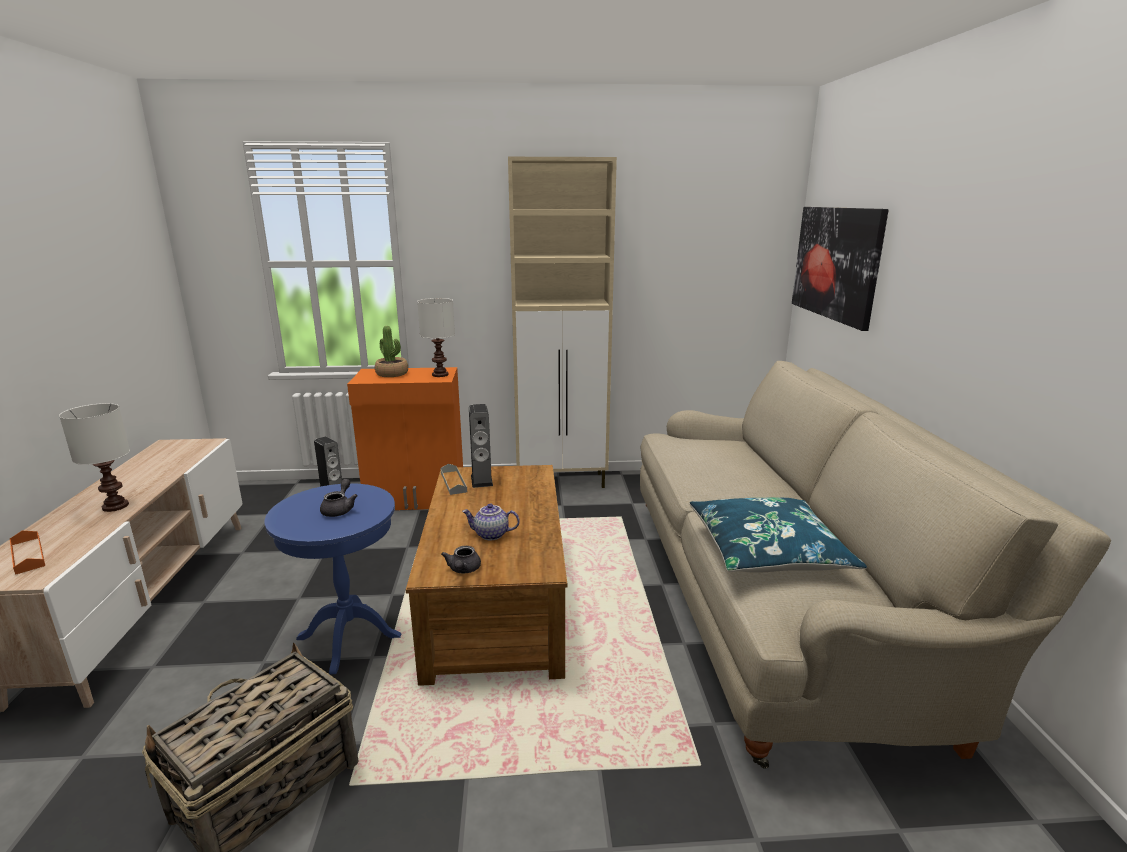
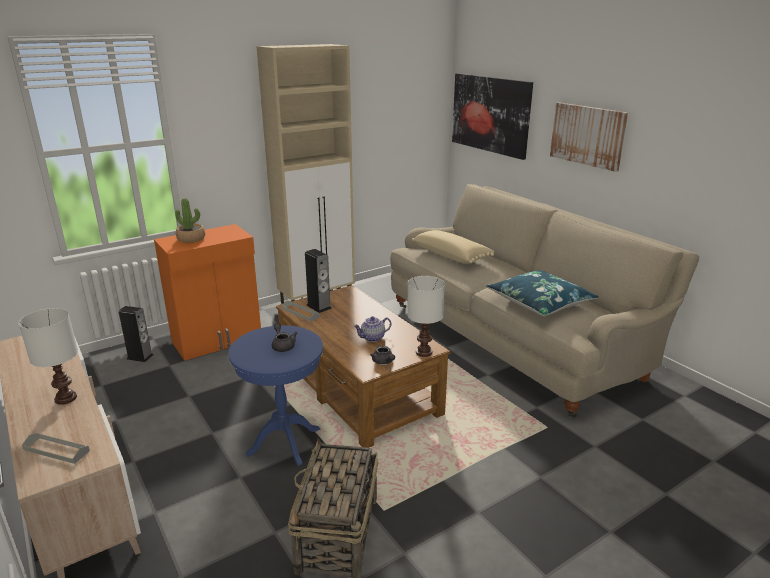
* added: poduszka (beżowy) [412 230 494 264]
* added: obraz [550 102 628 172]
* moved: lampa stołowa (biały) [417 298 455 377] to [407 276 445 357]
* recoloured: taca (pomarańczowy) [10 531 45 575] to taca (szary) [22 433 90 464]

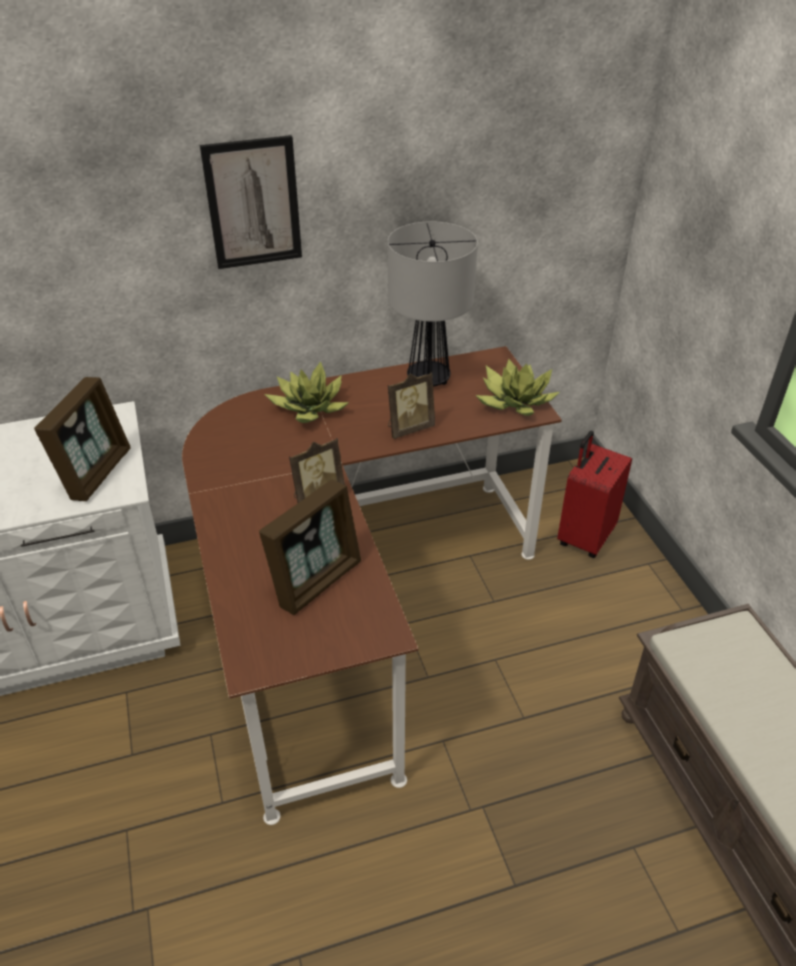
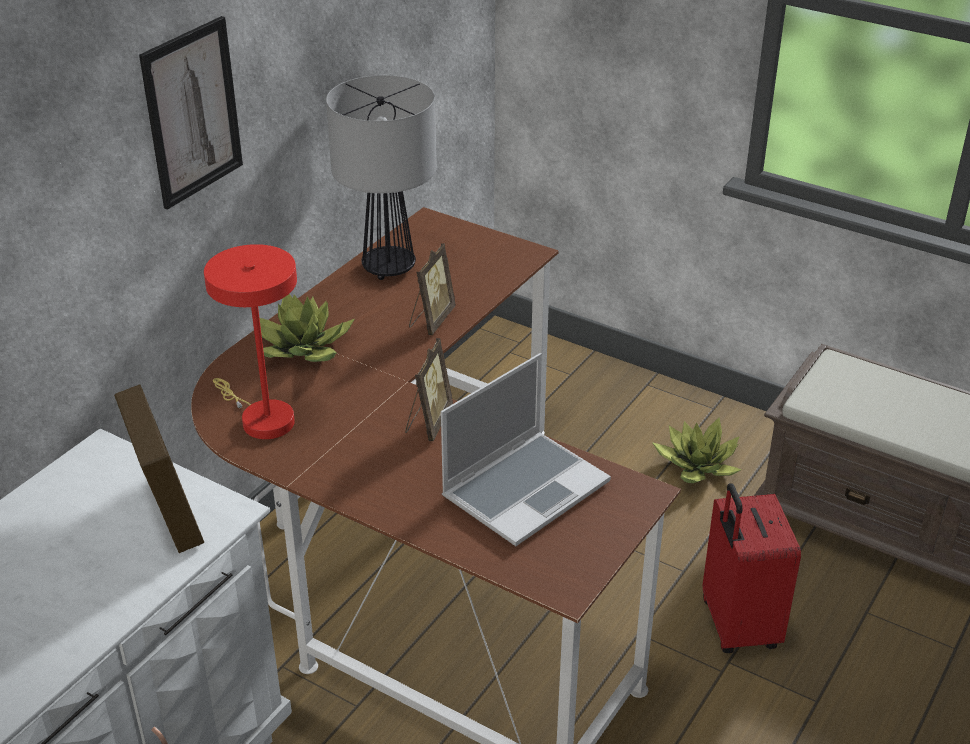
* added: lampa stołowa (czerwony) [204 244 297 439]
* moved: roślina doniczkowa [475 359 560 416] to [652 417 742 483]
* moved: walizka (czerwony) [557 431 632 558] to [702 483 801 653]
* replaced: ramka na zdjęcie [259 480 361 615] to laptop [441 353 611 546]

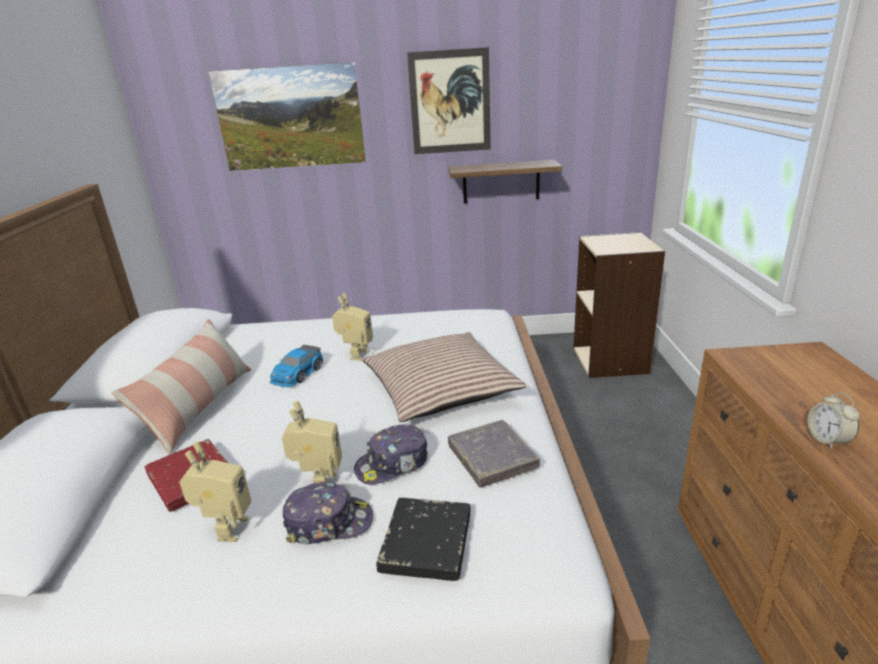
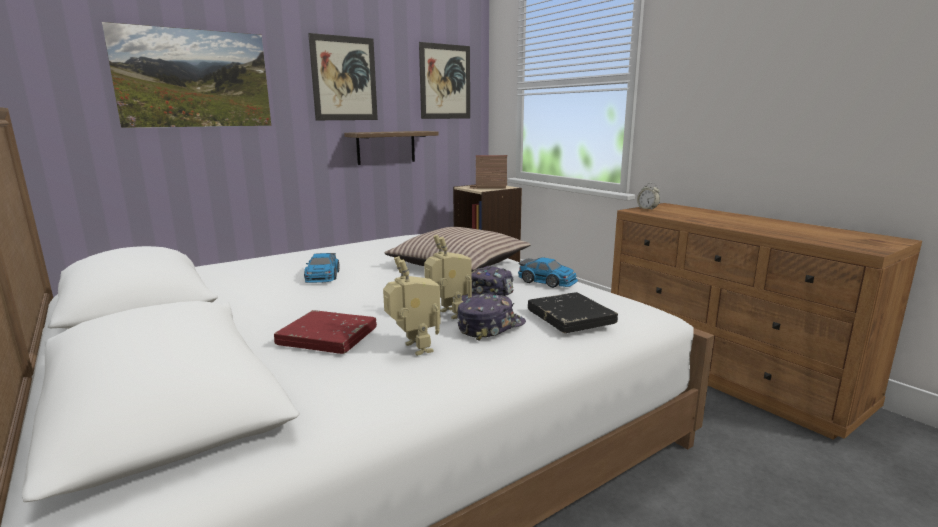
* removed: poduszka [111 319 251 455]
* removed: robot zabawkowy [332 293 373 361]
* added: obraz [419 42 470 119]
* added: domek [470 155 507 189]
* moved: budzik [808 392 860 450] to [637 183 660 210]
* replaced: książka (szary) [448 420 540 488] to samochodzik [518 257 578 288]

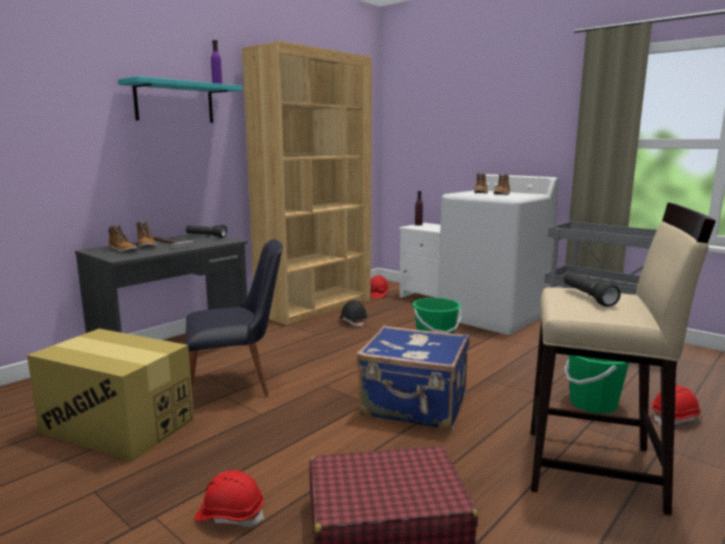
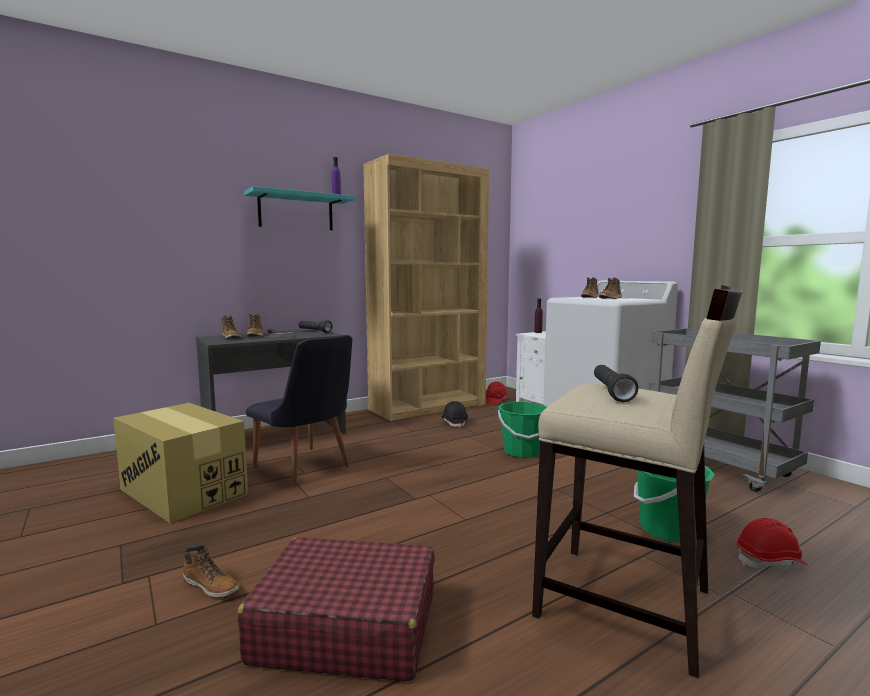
* removed: walizka (niebieski) [356 325 469 430]
* replaced: kask (czerwony) [194 470 264 527] to but z cholewką [183 545 239 598]
* turned: krzesło (czarny) [186 239 283 397] = [246 335 352 486] 45 degrees clockwise

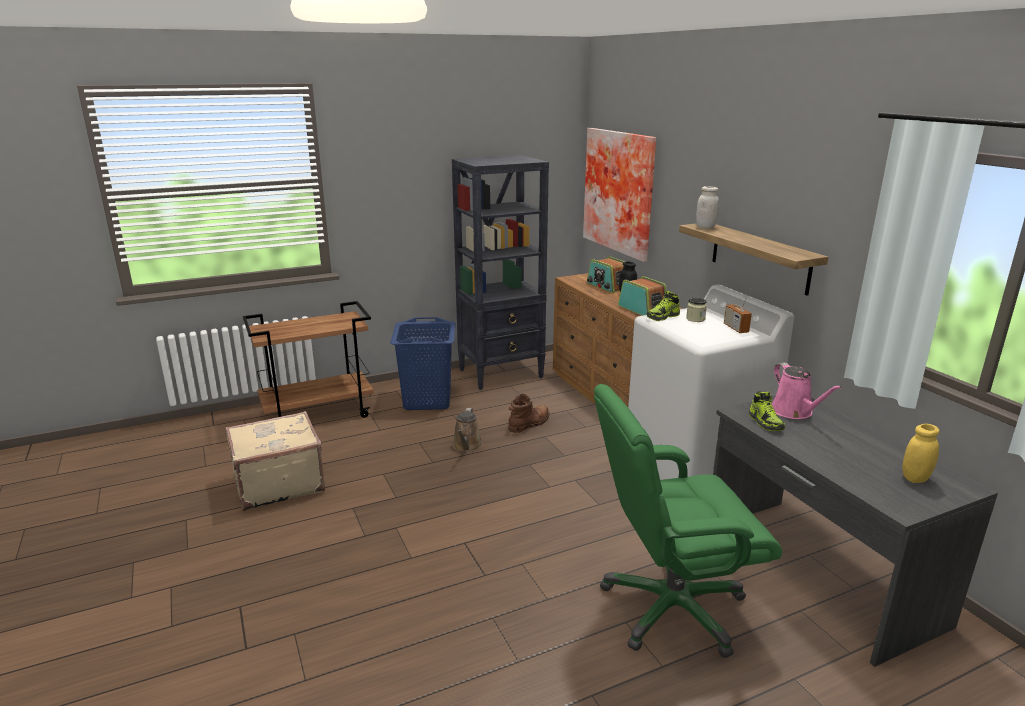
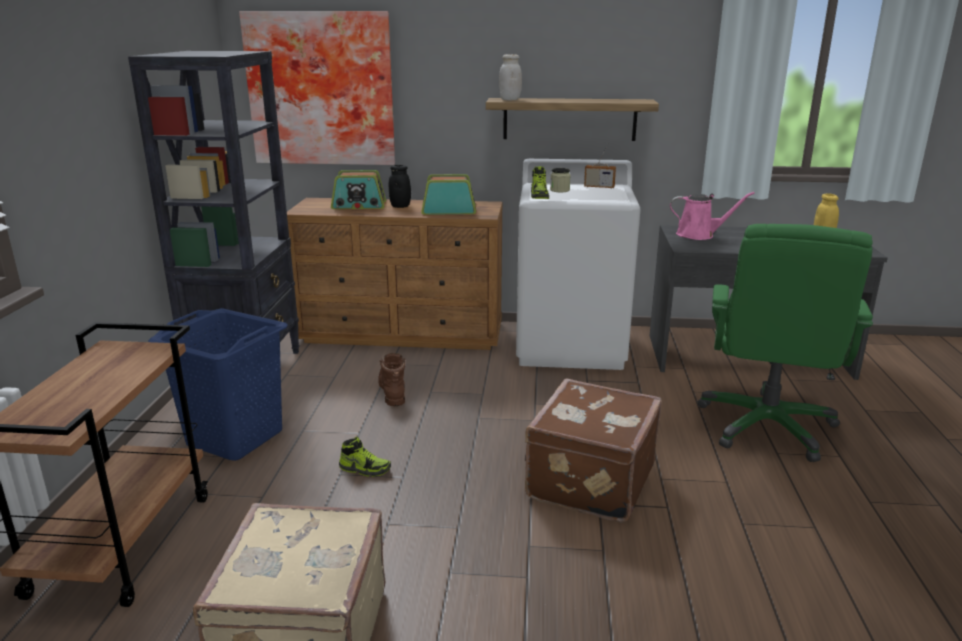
* removed: konewka (brązowy) [452 408 483 452]
* added: walizka (brązowy) [525 379 662 522]
* moved: but [749 391 785 431] to [339 437 391 477]

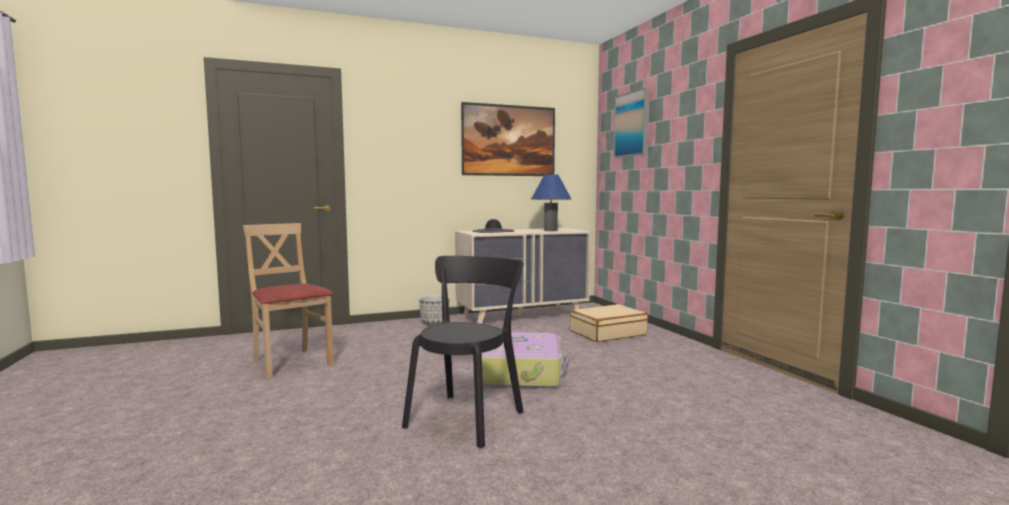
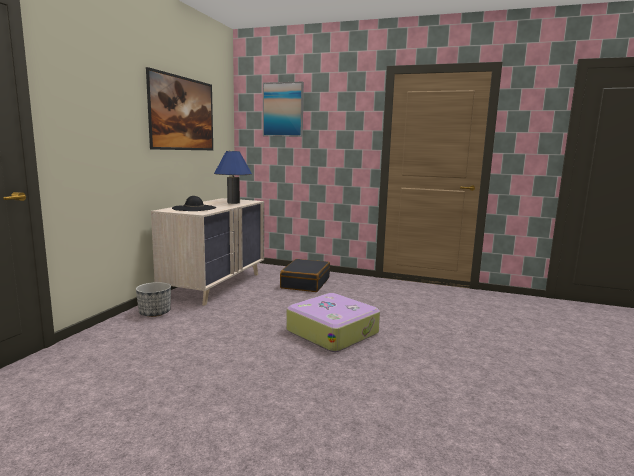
* removed: krzesło (beżowy) [243 223 333 379]
* removed: krzesło (czarny) [402 256 523 448]
* recoloured: walizka (beżowy) [570 304 648 342] to walizka (czarny) [280 259 330 292]

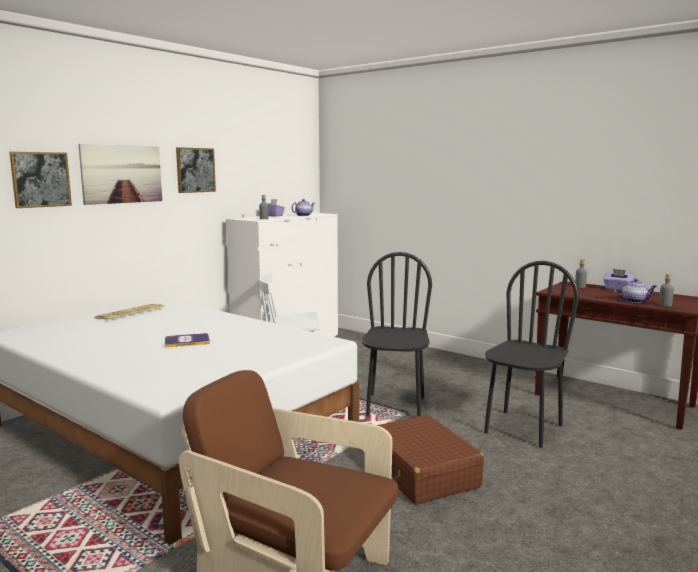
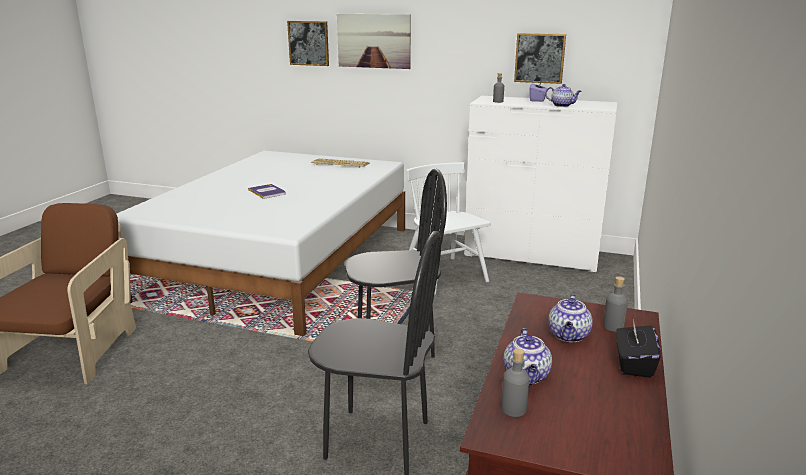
* removed: walizka (brązowy) [377 415 484 505]
* added: imbryk [548 294 593 342]
* moved: obraz [176 147 216 193] to [514 33 566 84]
* recoloured: pudełko chusteczek (fioletowy) [603 269 635 291] to pudełko chusteczek (czarny) [616 319 660 378]

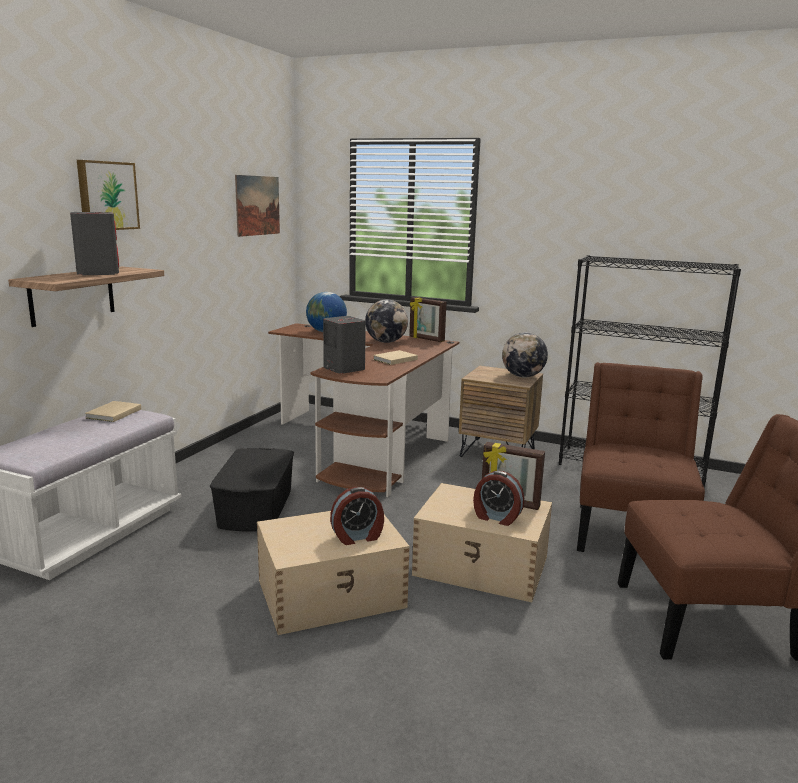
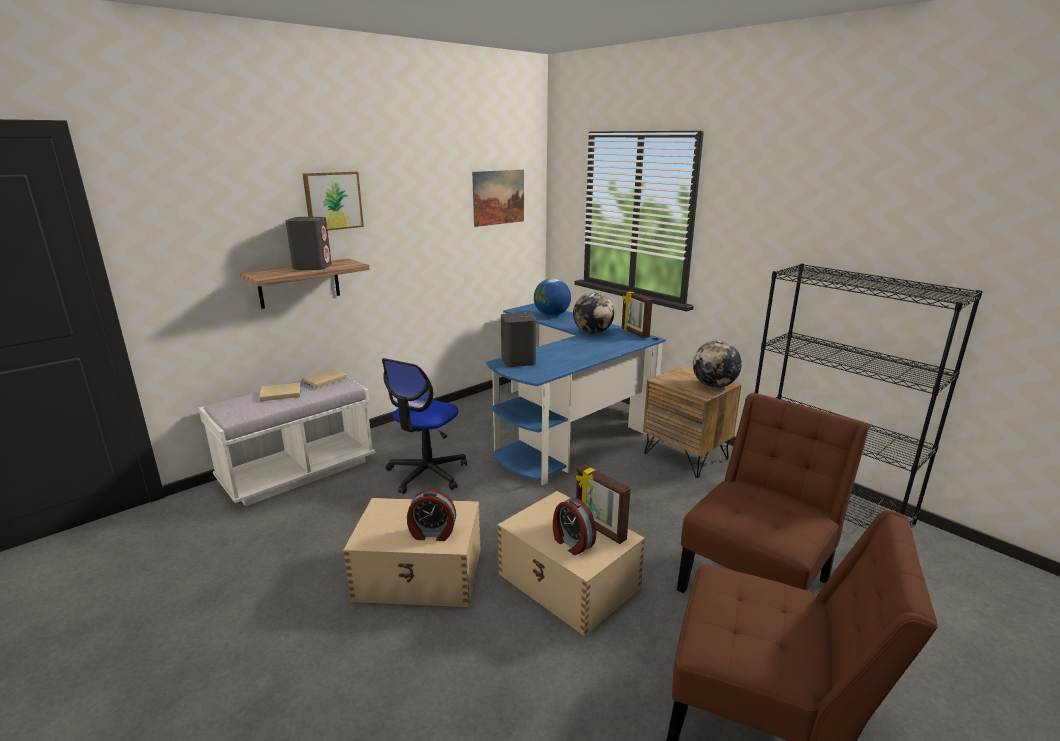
* moved: książka (beżowy) [373 350 418 365] to [259 382 301 401]
* replaced: pojemnik do przechowywania (czarny) [210 448 294 532] to krzesło biurowe [382 358 467 494]
* recoloured: biurko (brązowy) [268 323 459 497] to biurko (niebieski) [486 303 666 485]

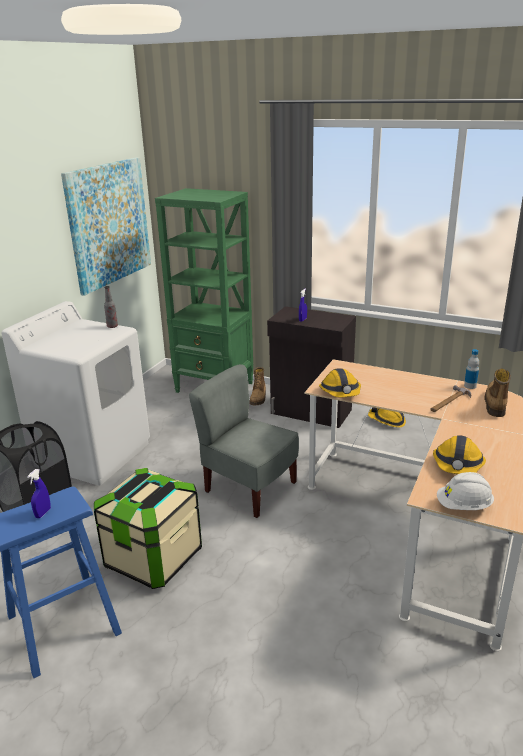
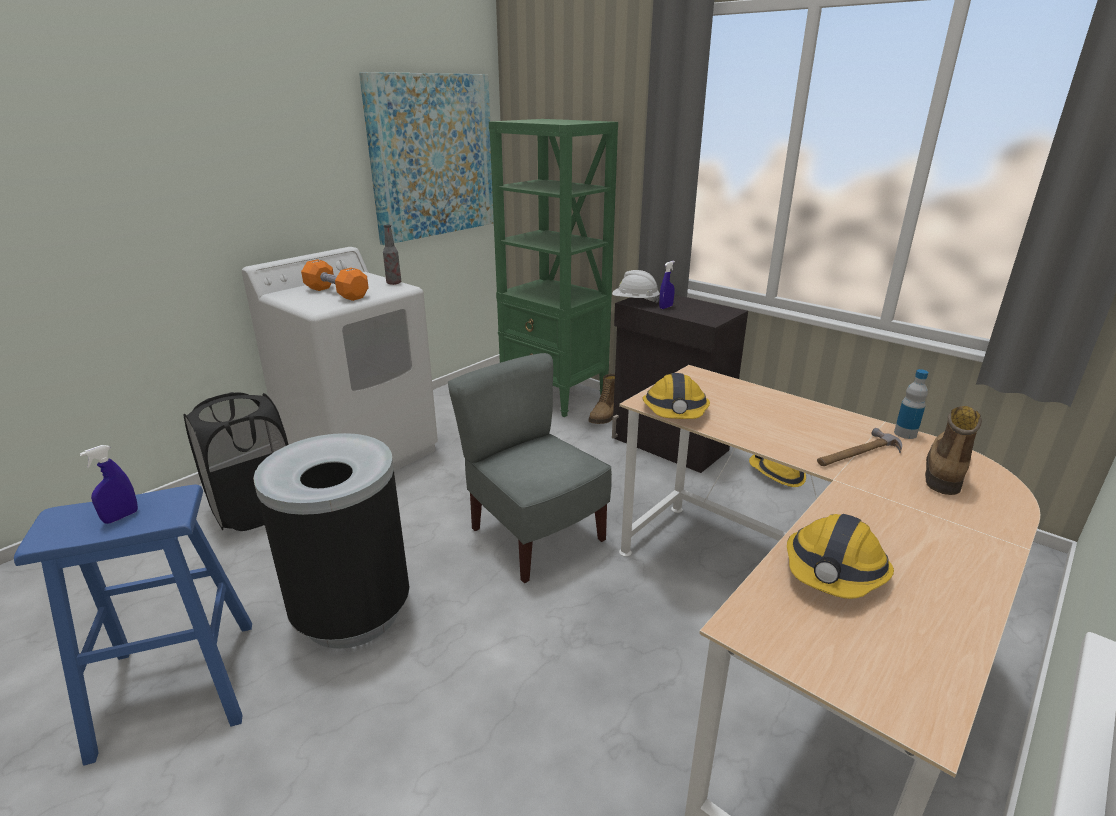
* added: hantel (pomarańczowy) [301 259 369 301]
* moved: kask (biały) [437 472 494 510] to [612 270 660 304]
* replaced: pojemnik do przechowywania [94 468 202 589] to kosz na śmieci (czarny) [253 433 410 649]

